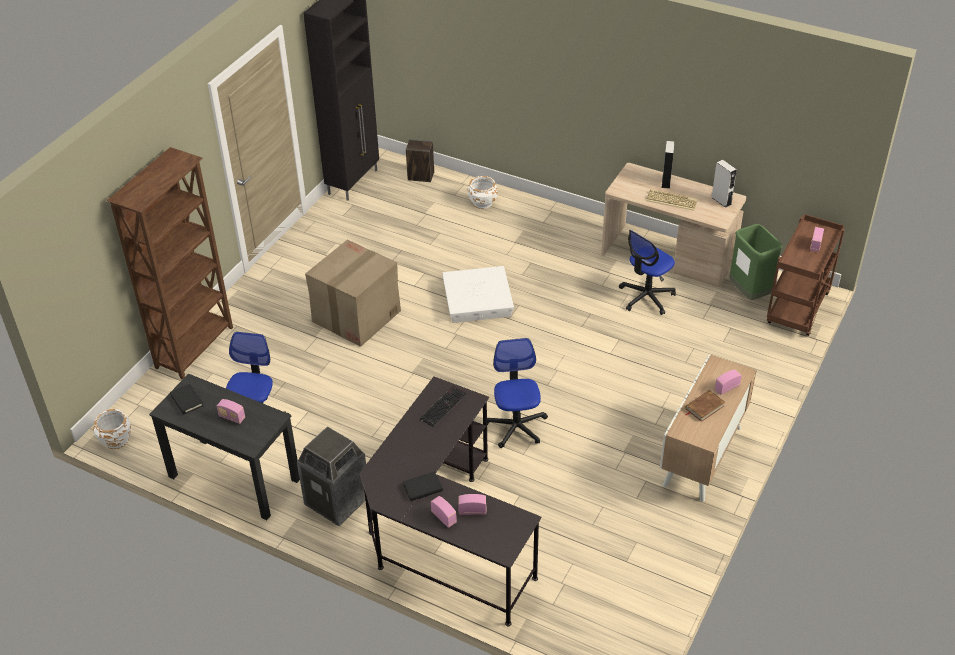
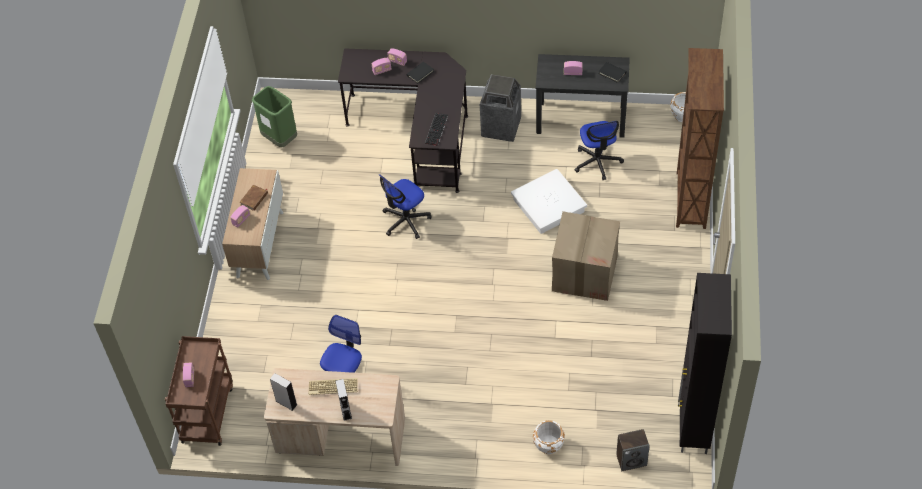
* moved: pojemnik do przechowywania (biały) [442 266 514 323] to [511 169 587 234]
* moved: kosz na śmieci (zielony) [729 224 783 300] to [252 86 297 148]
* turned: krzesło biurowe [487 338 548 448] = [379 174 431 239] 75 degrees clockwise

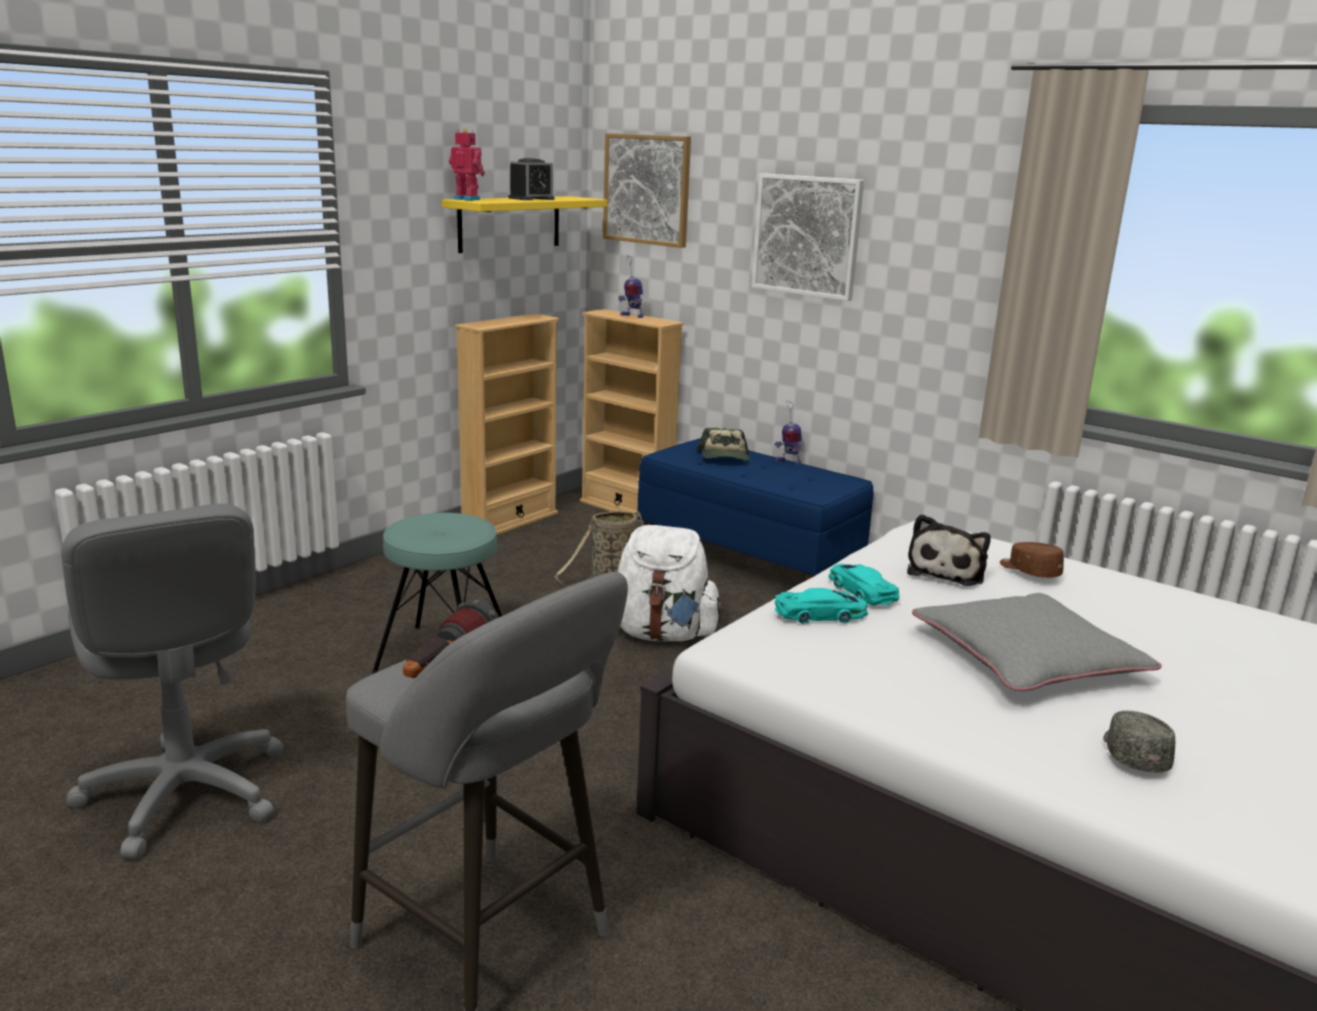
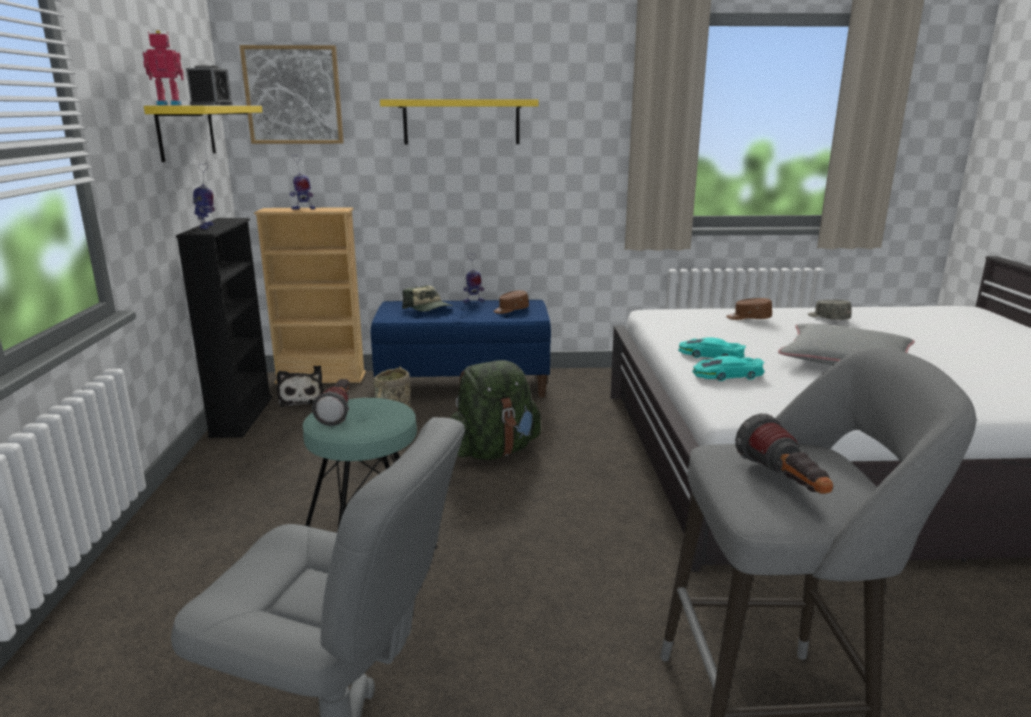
* added: robot zabawkowy [193 163 215 229]
* added: latarka [312 379 350 426]
* added: czapka z daszkiem (brązowy) [493 290 529 314]
* moved: pluszak [907 514 991 586] to [277 371 323 407]
* moved: czapka z daszkiem (szary) [1103 711 1175 773] to [808 300 851 320]
* replaced: obraz [752 173 864 301] to półka (żółty) [380 99 539 145]
* recoloured: regał (beżowy) [455 313 559 535] to regał (czarny) [176 218 272 438]
* recoloured: plecak (biały) [618 525 724 641] to plecak (zielony) [450 360 541 460]
* turned: samochodzik (turkusowy) [775 588 868 624] = [692 356 765 381] 135 degrees counterclockwise

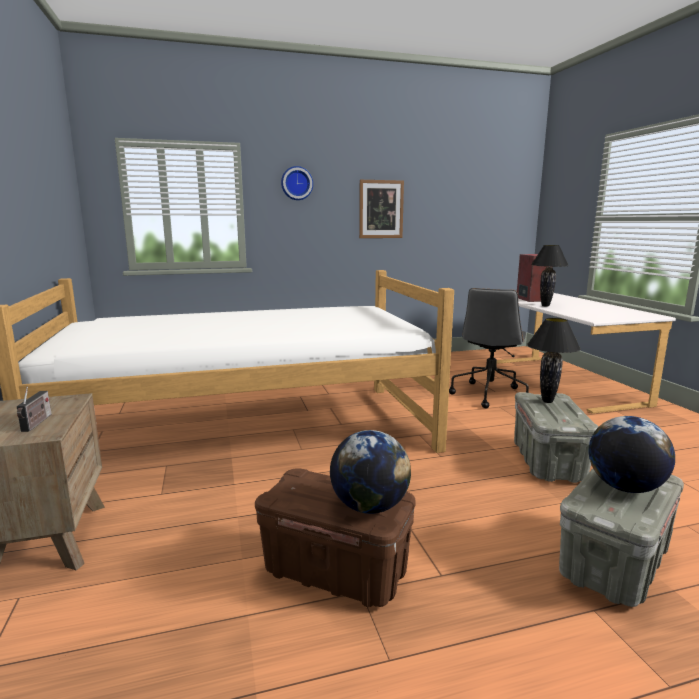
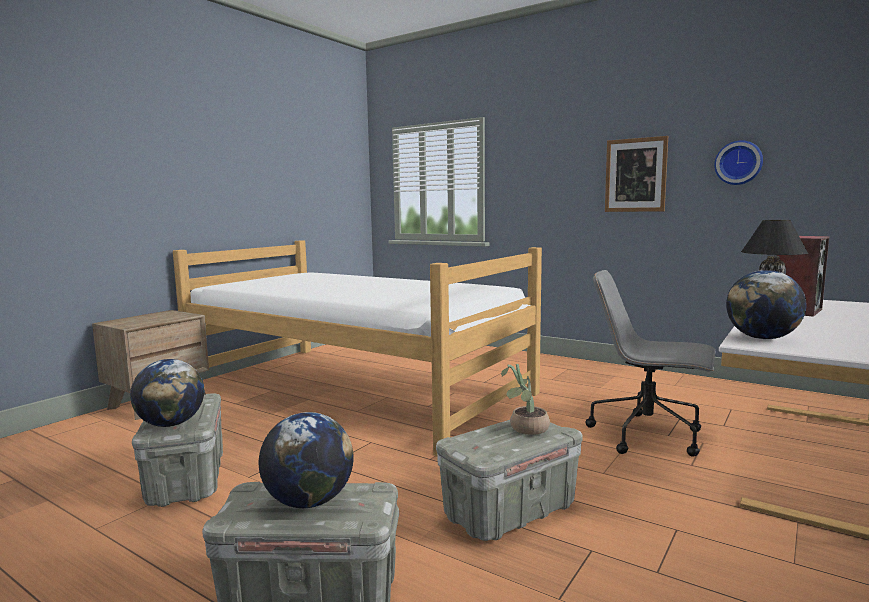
* removed: radio [16 387 51 432]
* added: globus [726 270 806 339]
* moved: zegar ścienny [281 166 313 200] to [714 140 763 185]
* replaced: lampa stołowa (czarny) [527 318 581 403] to roślina doniczkowa [501 364 550 435]
* recoloured: pojemnik do przechowywania (brązowy) [255 468 416 607] to pojemnik do przechowywania (szary) [132 393 223 507]
* turned: krzesło biurowe (szary) [449 288 529 408] = [586 270 716 457] 45 degrees clockwise

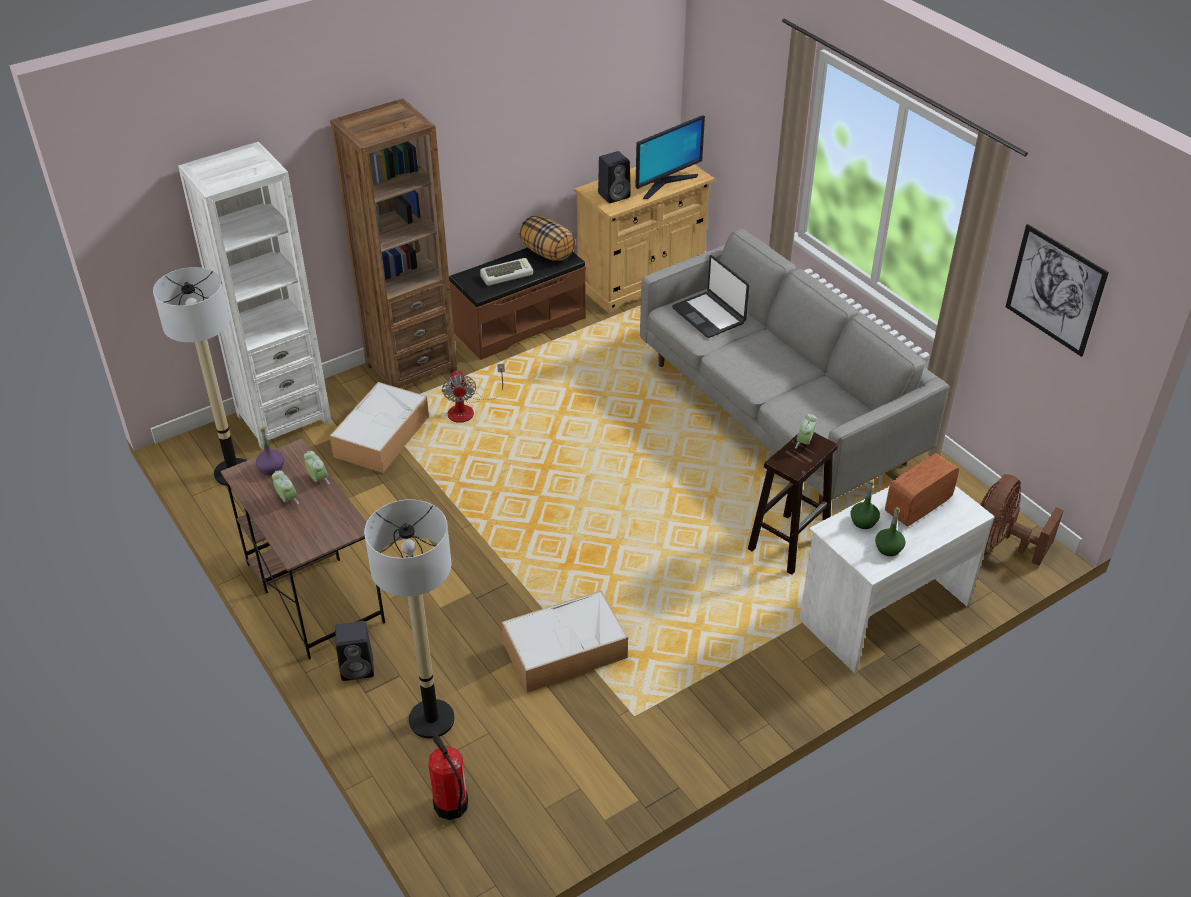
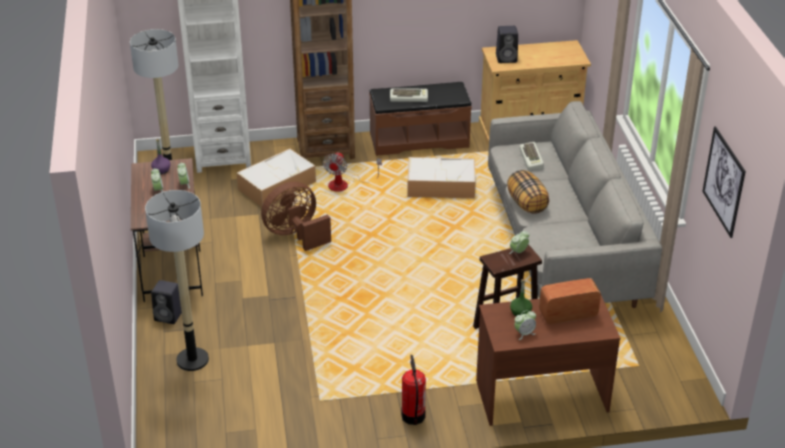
* removed: monitor [635 115 705 199]
* moved: gaśnica [428 729 468 820] to [401 355 426 425]
* moved: pojemnik do przechowywania [502 591 628 693] to [407 157 475 198]
* moved: poduszka [519 216 575 261] to [507 170 549 214]
* moved: wentylator (brązowy) [980 474 1064 566] to [261 182 331 251]
* replaced: laptop [672 255 749 338] to klawiatura [519 142 544 170]
* replaced: butelka (zielony) [875 507 905 556] to budzik [514 310 536 340]
* recoloured: biurko (biały) [799 485 995 673] to biurko (brązowy) [476 295 620 426]

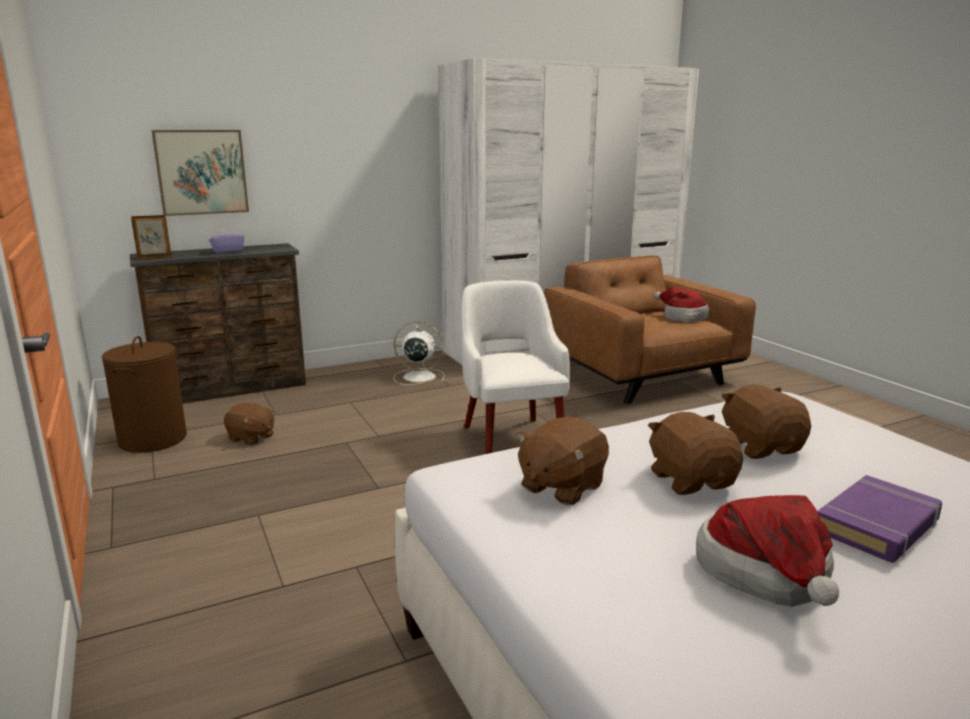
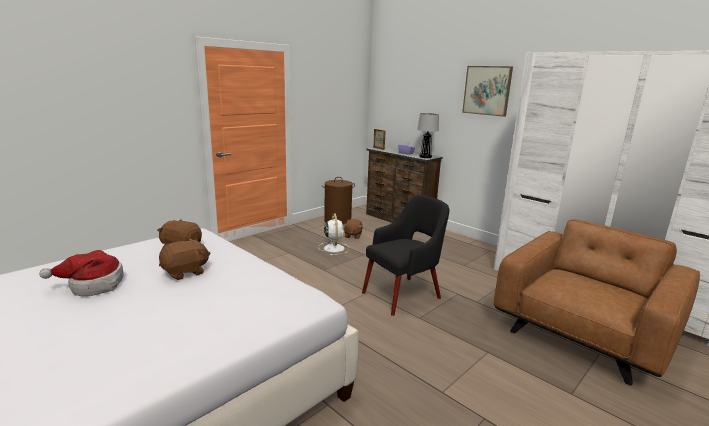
* removed: kapelusz [653 287 709 323]
* removed: pluszak (brązowy) [721 384 811 459]
* removed: książka (fioletowy) [817 475 942 563]
* added: lampa stołowa [417 113 439 158]
* moved: obraz [152 130 249 216] to [462 66 513 117]
* moved: wentylator (biały) [393 322 445 385] to [318 214 349 255]
* recoloured: fotel (biały) [461 280 570 454] to fotel (czarny) [362 195 449 316]

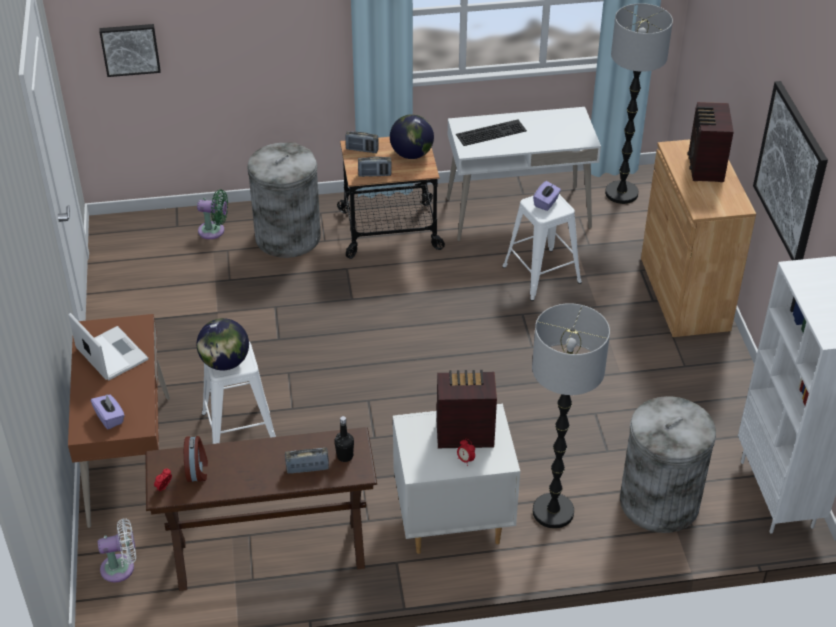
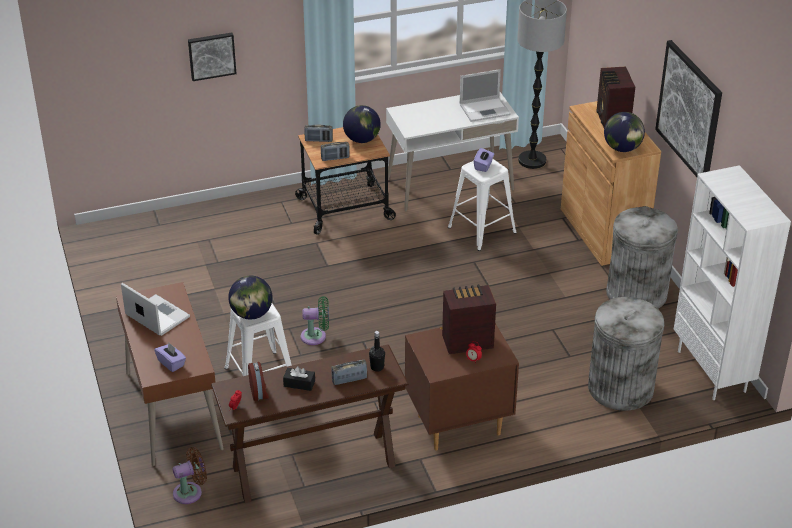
* removed: klawiatura [456 119 527 146]
* removed: lampa stojąca [532 303 610 528]
* added: pudełko chusteczek (czarny) [283 366 315 391]
* added: laptop [460 69 511 122]
* added: globus [604 112 645 152]
* moved: obraz [99 24 161 77] to [188 32 236 81]
* moved: wentylator (zielony) [197 190 228 239] to [301 296 329 345]
* moved: kosz na śmieci (szary) [247 142 321 258] to [606 206 678 309]
* recoloured: wentylator (biały) [98 519 136 583] to wentylator (brązowy) [172 447 207 504]
* recoloured: szafka nocna (biały) [393 403 520 554] to szafka nocna (brązowy) [405 323 519 450]

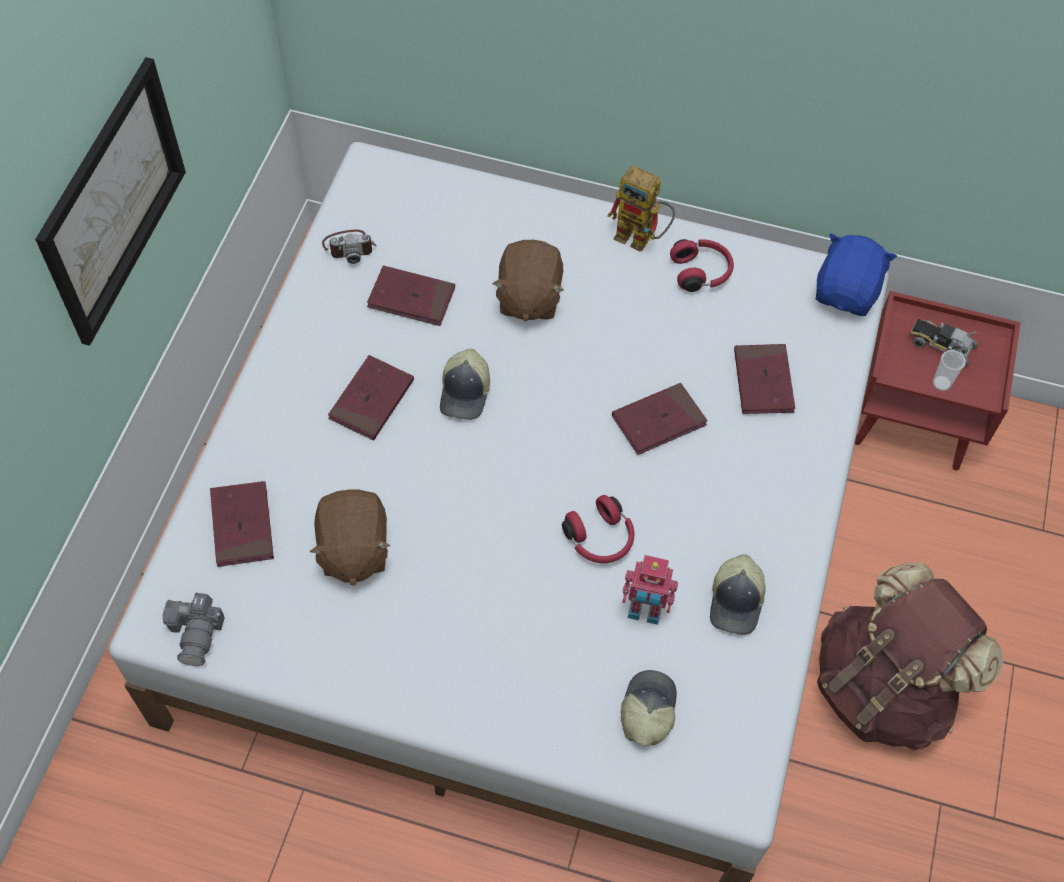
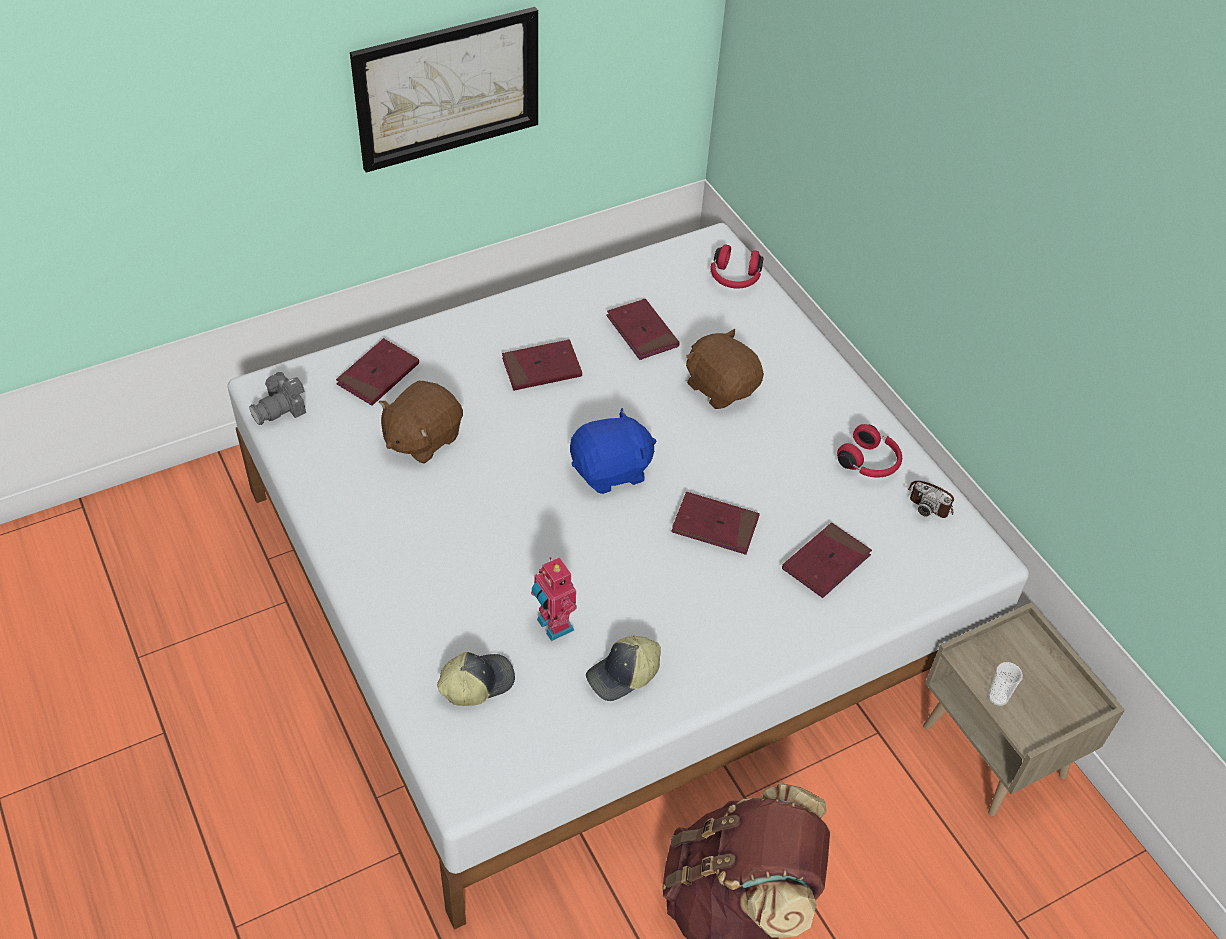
* removed: czapka z daszkiem [440 349 490 420]
* removed: robot zabawkowy [607 166 675 252]
* removed: ciężarówka zabawkowa [910 318 978 367]
* moved: aparat fotograficzny [322 230 377 264] to [908 481 954 518]
* moved: słuchawki (czerwony) [562 495 634 563] to [710 245 763 289]
* moved: pluszak (niebieski) [816 234 897 316] to [570 408 656 494]
* recoloured: szafka nocna (czerwony) [855 291 1021 470] to szafka nocna (beżowy) [923 602 1125 816]
* turned: pluszak (brązowy) [492 240 564 322] = [686 329 764 409] 90 degrees clockwise

